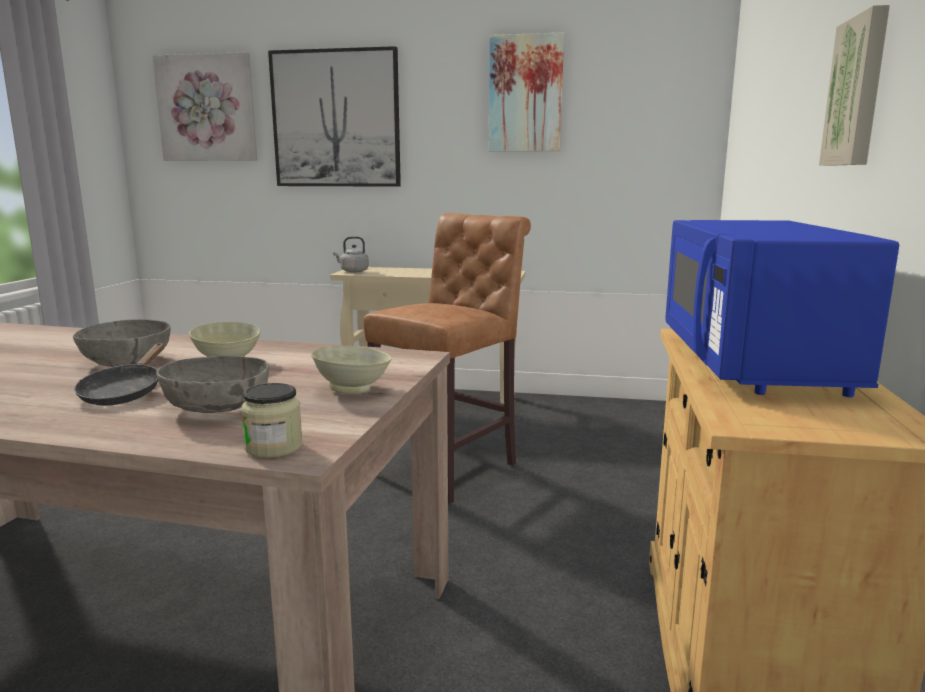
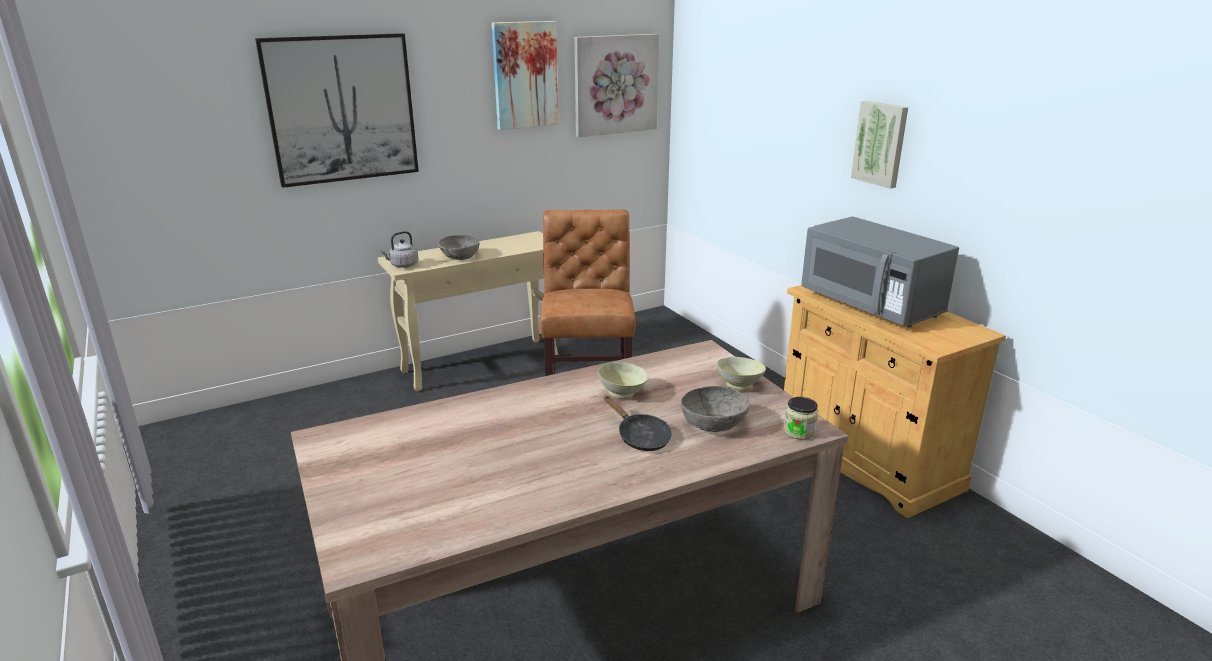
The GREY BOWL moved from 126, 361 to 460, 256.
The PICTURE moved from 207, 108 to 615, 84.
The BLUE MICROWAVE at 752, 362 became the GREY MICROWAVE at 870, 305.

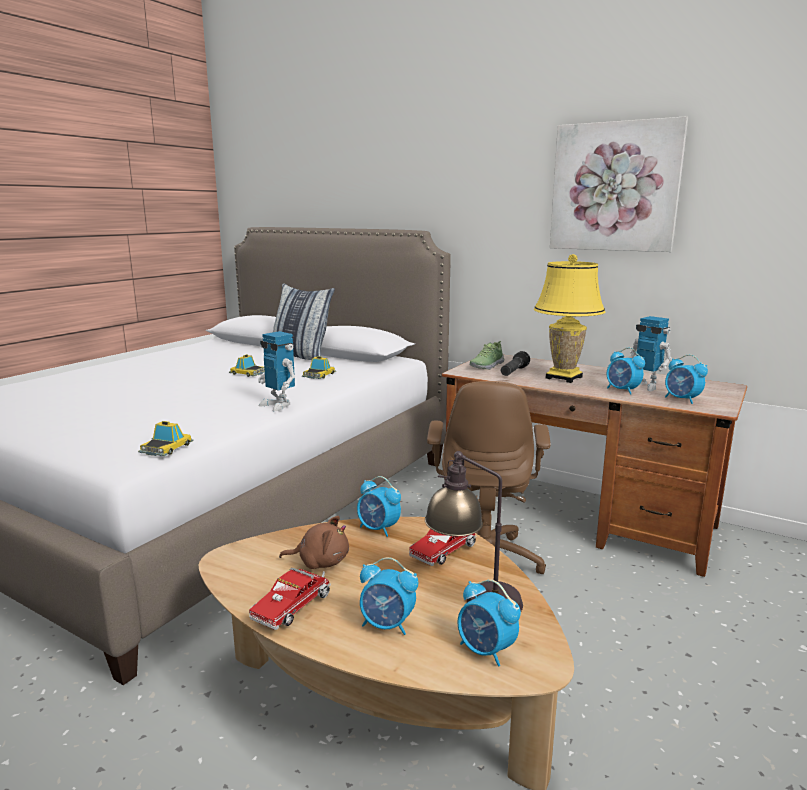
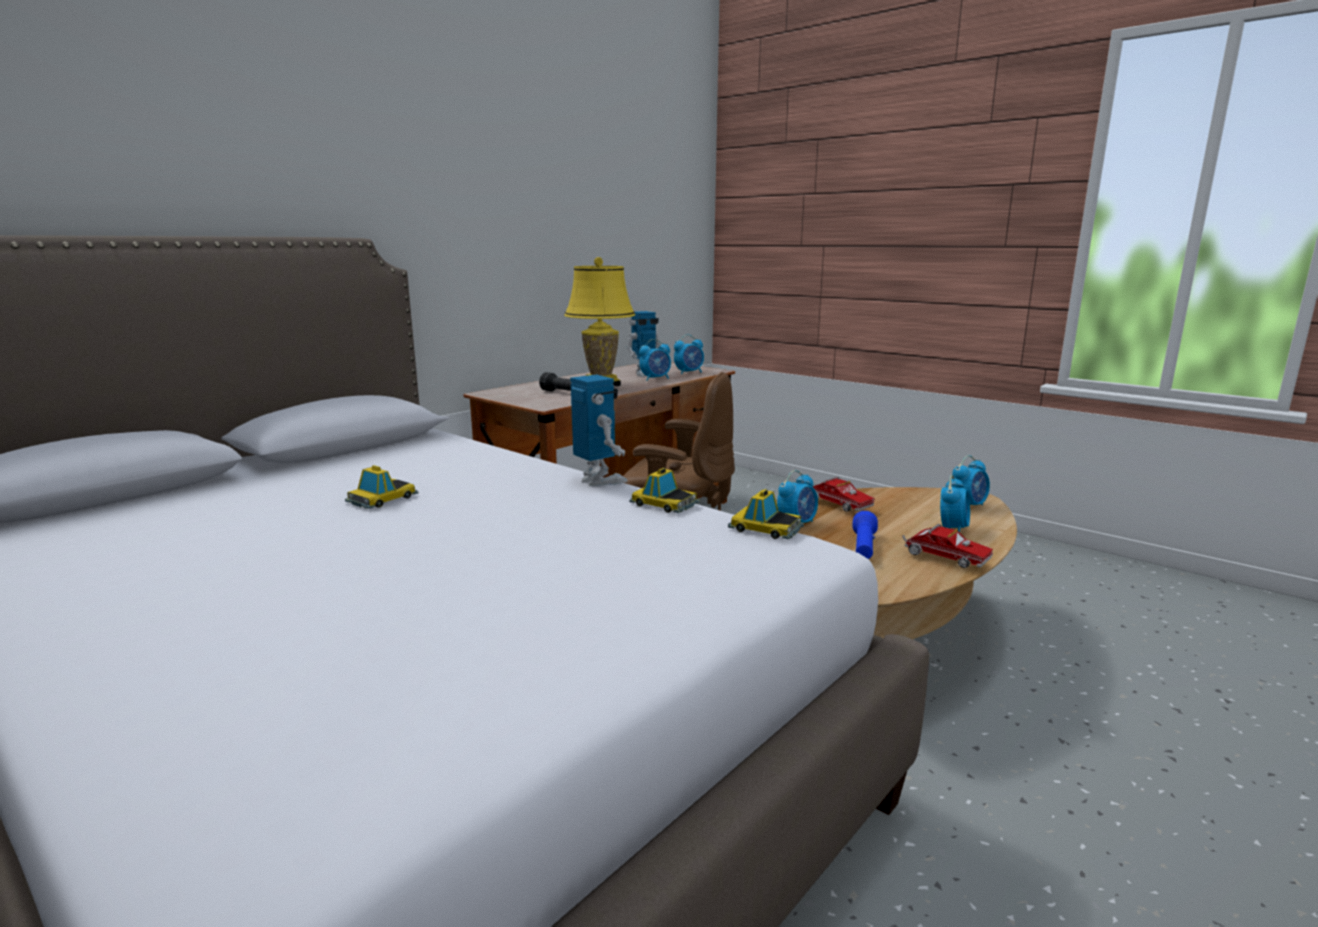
The TOY ROBOT at 278, 405 turned 90 degrees counterclockwise.
The PILLOW at 301, 356 disappeared.
The BROWN PLUSH TOY at 320, 562 was replaced by the BLUE FLASHLIGHT at 863, 548.
The TOY CAR moved from 319, 375 to 664, 503.
The TABLE LAMP at 472, 599 disappeared.
The SHOE at 486, 365 disappeared.
The PICTURE at 615, 187 disappeared.

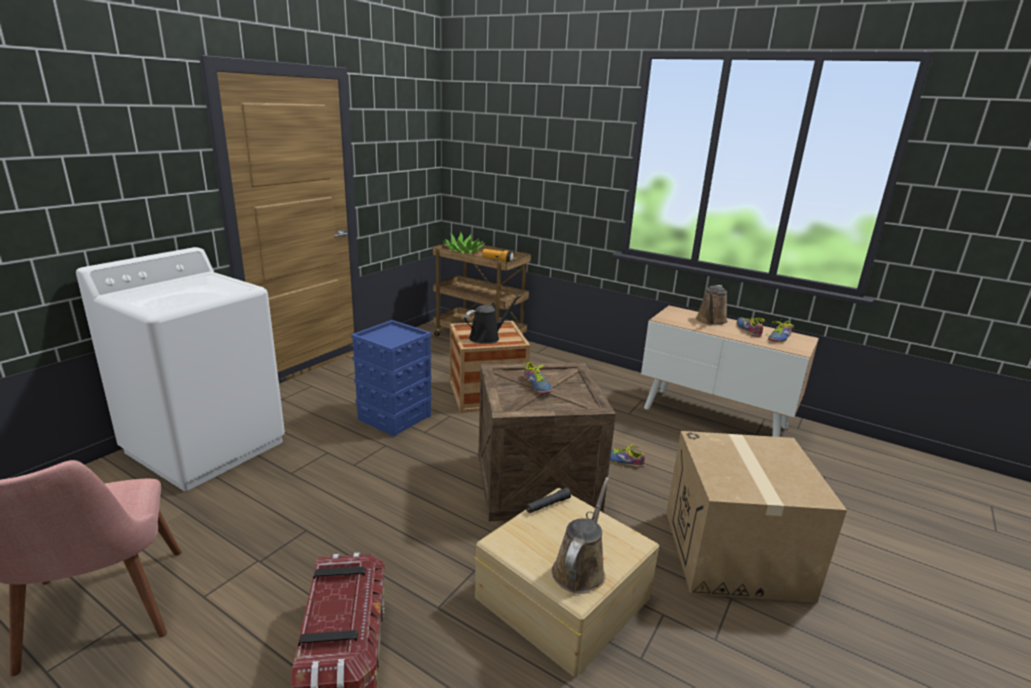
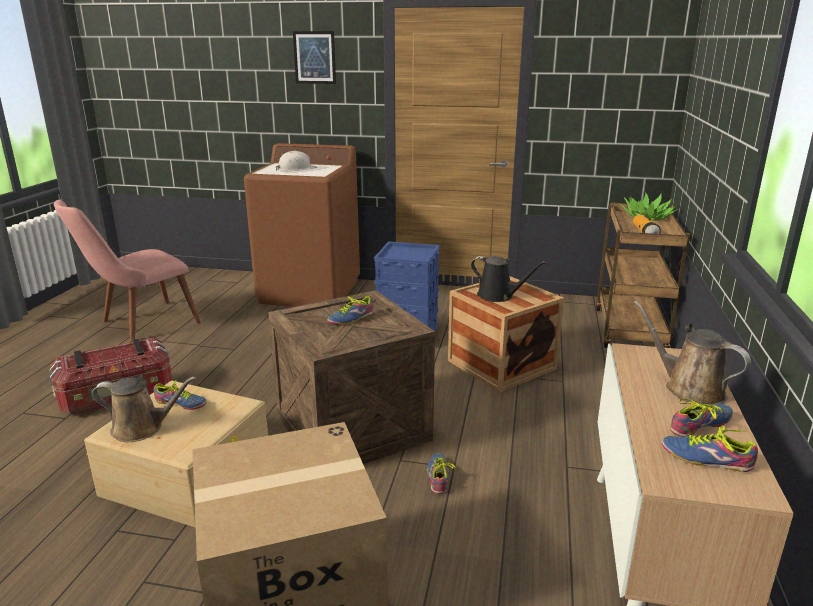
The WHITE WASHING MACHINE at 206, 446 became the BROWN WASHING MACHINE at 310, 291.
The BLACK FLASHLIGHT at 547, 505 disappeared.
The BROWN WATERING CAN at 711, 321 turned 45 degrees clockwise.
The SHOE at 180, 404 appeared.
The WHITE HARD HAT at 296, 169 appeared.
The PICTURE at 314, 57 appeared.

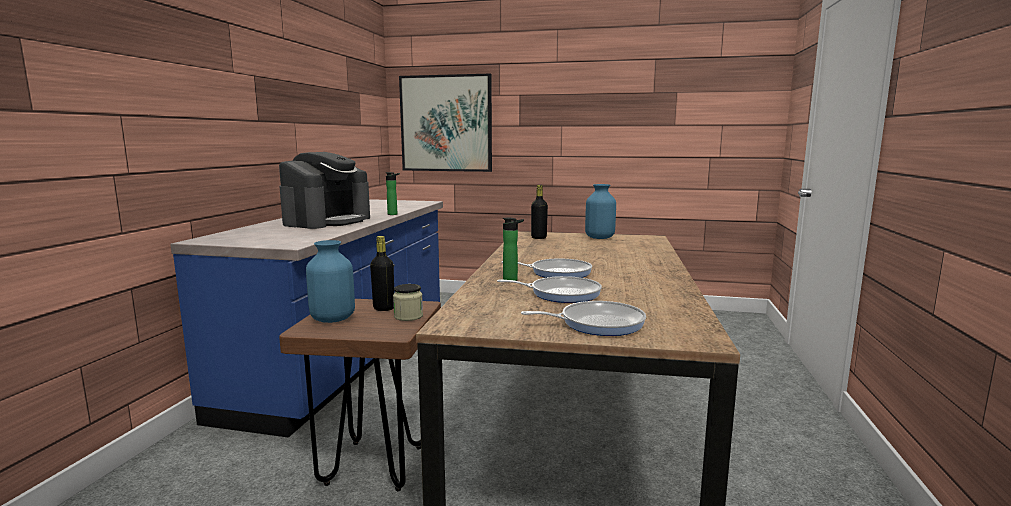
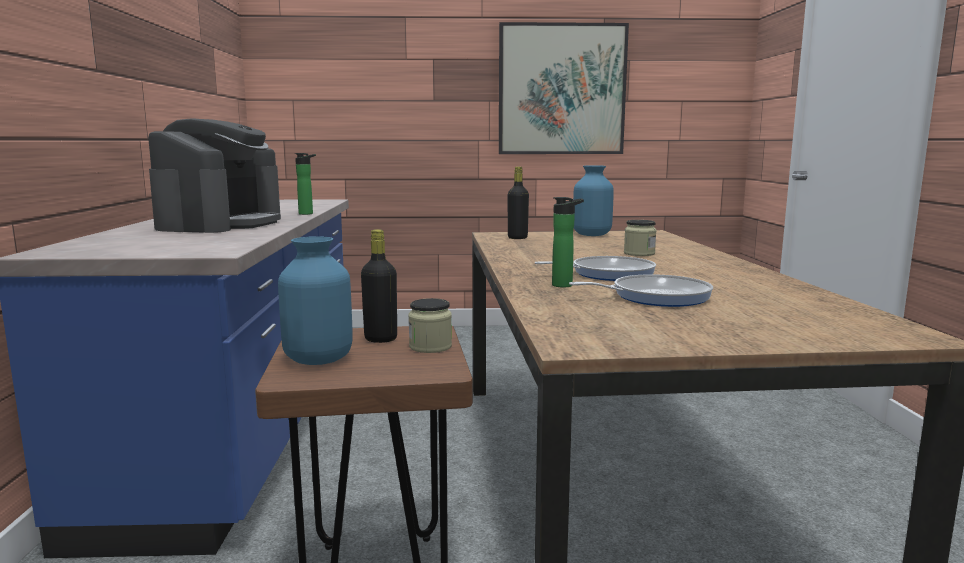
The PICTURE moved from 446, 123 to 561, 90.
The FRYING PAN at 597, 323 disappeared.
The JAR at 639, 253 appeared.

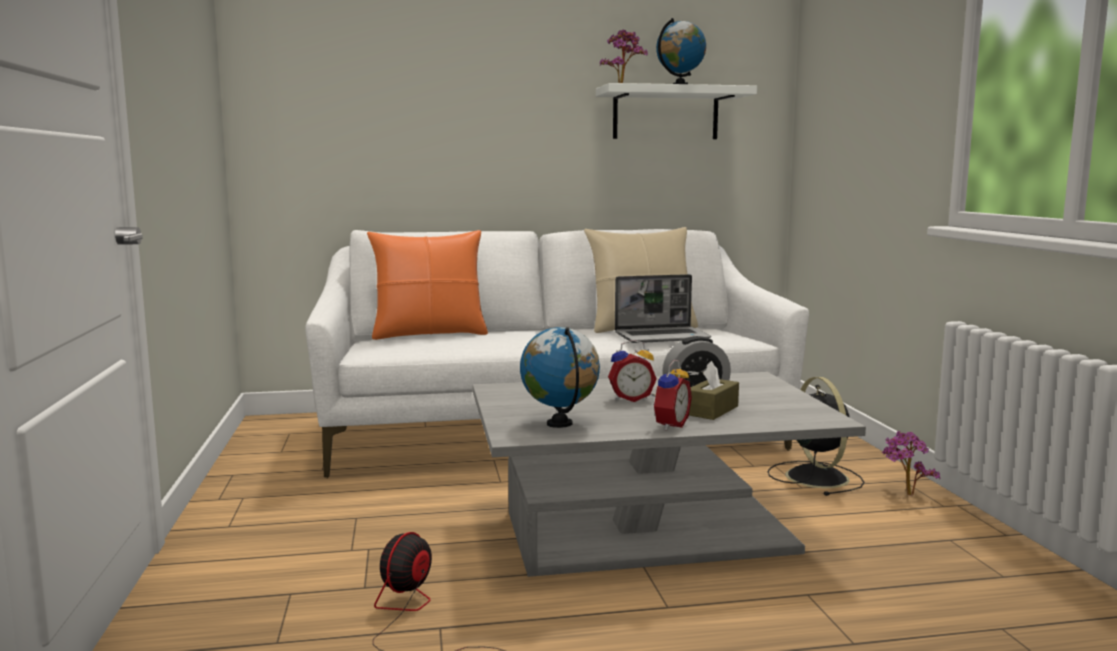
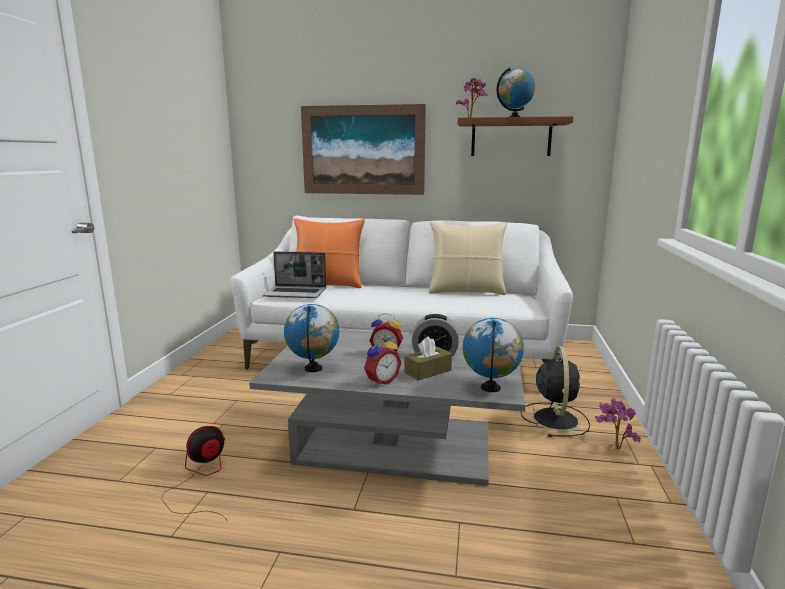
The WHITE SHELF at 665, 114 became the BROWN SHELF at 511, 138.
The LAPTOP moved from 662, 337 to 296, 293.
The PICTURE at 363, 150 appeared.
The GLOBE at 490, 388 appeared.

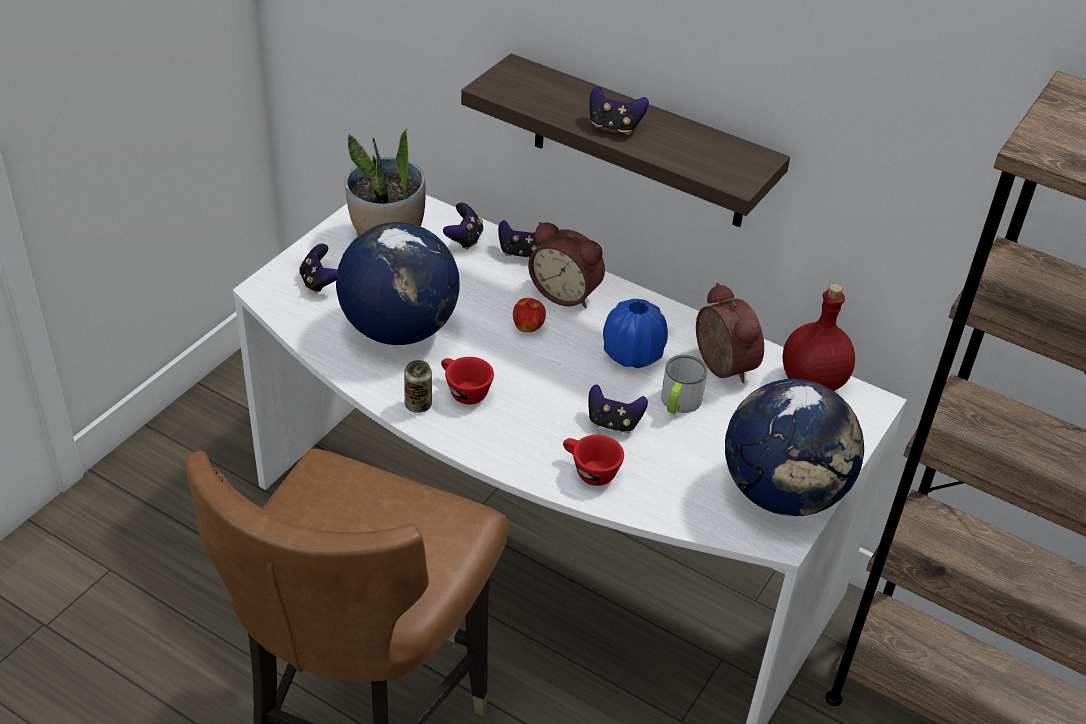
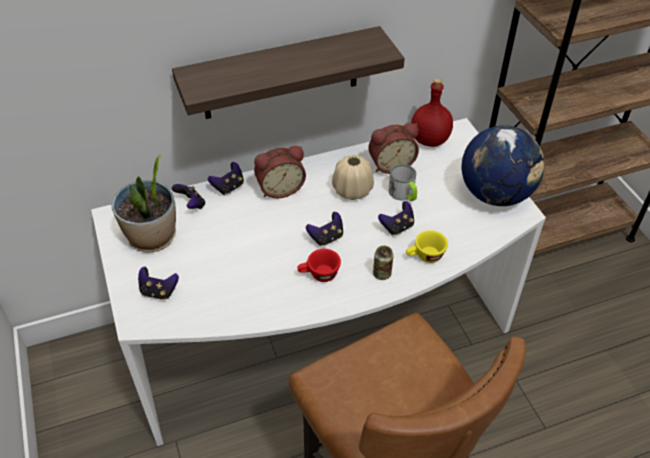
The GLOBE at 399, 329 disappeared.
The CAN moved from 418, 405 to 382, 274.
The APPLE at 528, 327 disappeared.
The RED CUP at 589, 471 became the YELLOW CUP at 425, 257.
The GAME CONTROLLER moved from 614, 127 to 326, 238.
The BLUE VASE at 632, 354 became the BEIGE VASE at 352, 190.
The ALARM CLOCK at 720, 366 turned 150 degrees clockwise.

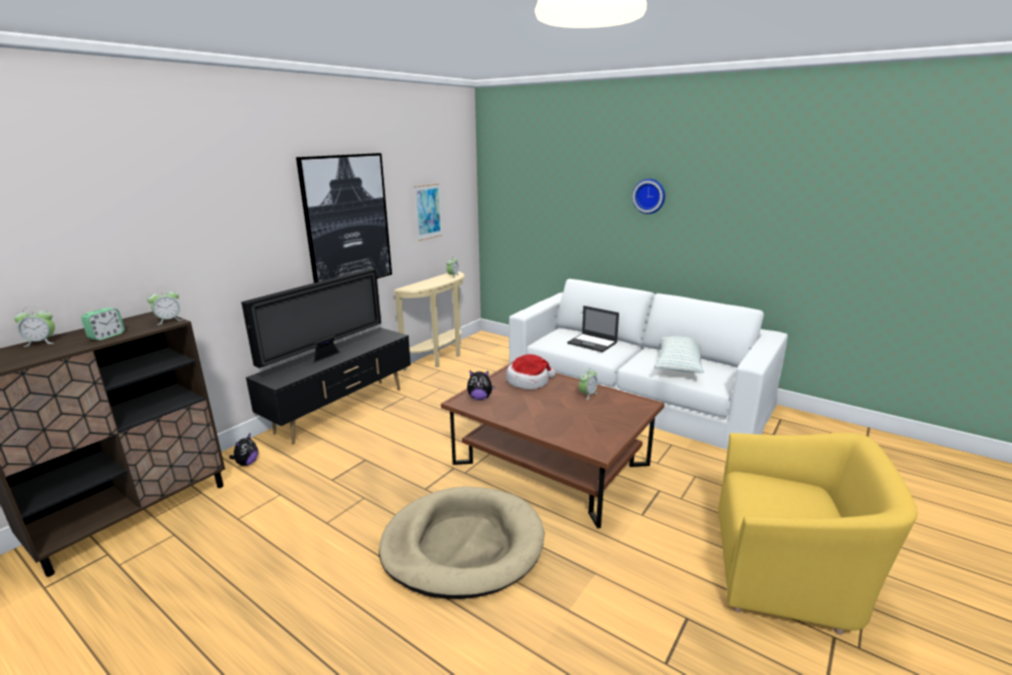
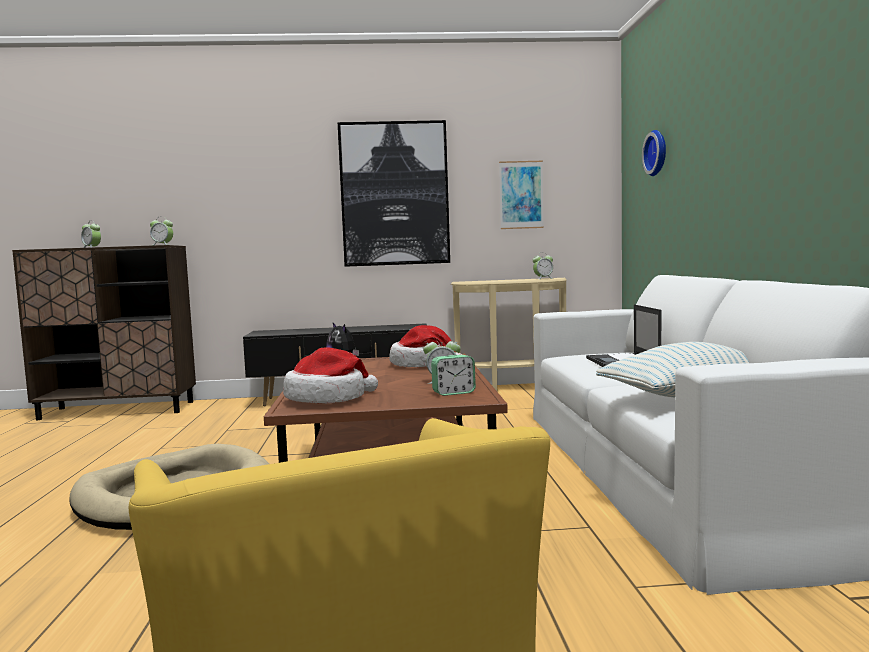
The ALARM CLOCK moved from 106, 336 to 453, 393.
The PLUSH TOY at 247, 463 disappeared.
The TELEVISION at 326, 355 disappeared.
The WALL CLOCK moved from 649, 196 to 657, 153.
The HAT at 328, 398 appeared.

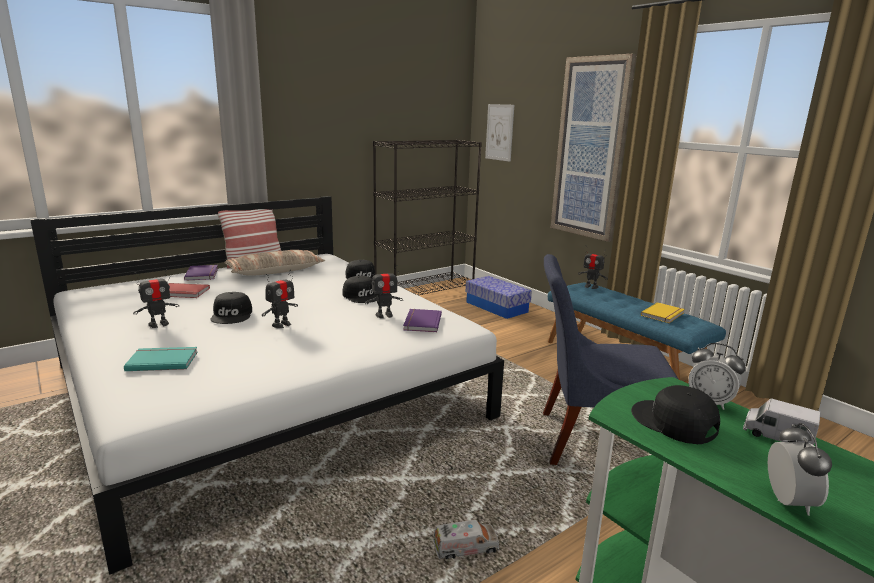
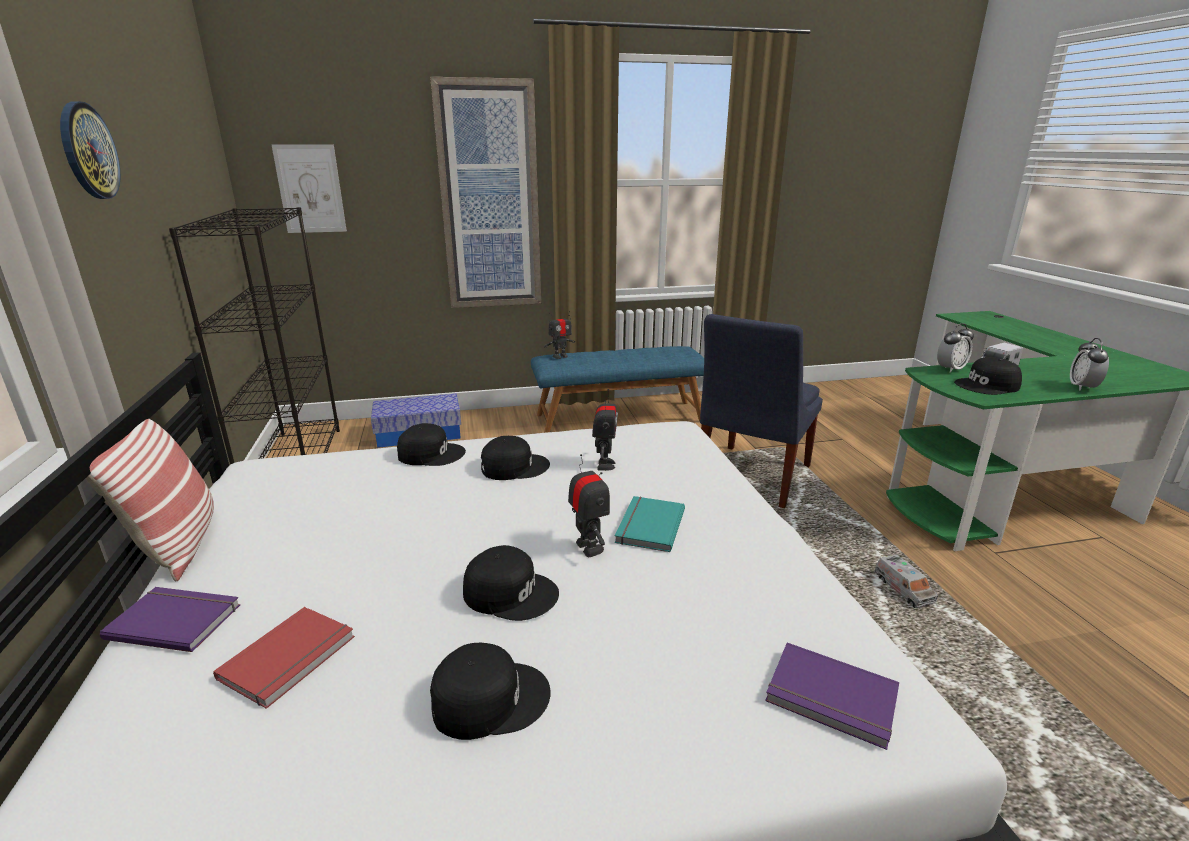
The TURQUOISE BOOK moved from 162, 360 to 648, 526.
The TOY ROBOT at 159, 324 was replaced by the BLACK CAP at 489, 698.
The PILLOW at 275, 271 disappeared.
The PURPLE BOOK moved from 421, 322 to 831, 699.
The TOY TRUCK at 465, 548 turned 150 degrees clockwise.
The YELLOW BOOK at 664, 314 disappeared.
The ALARM CLOCK at 788, 502 turned 105 degrees counterclockwise.
The WALL CLOCK at 88, 151 appeared.

